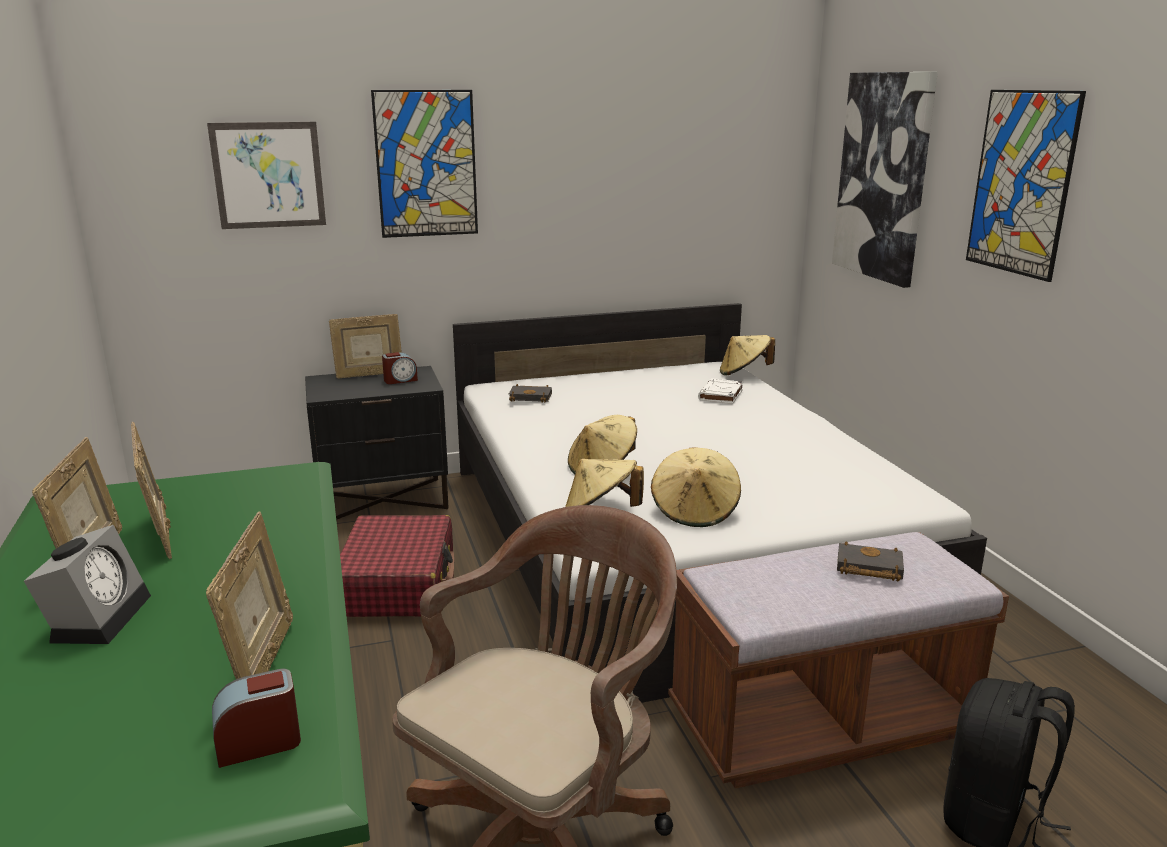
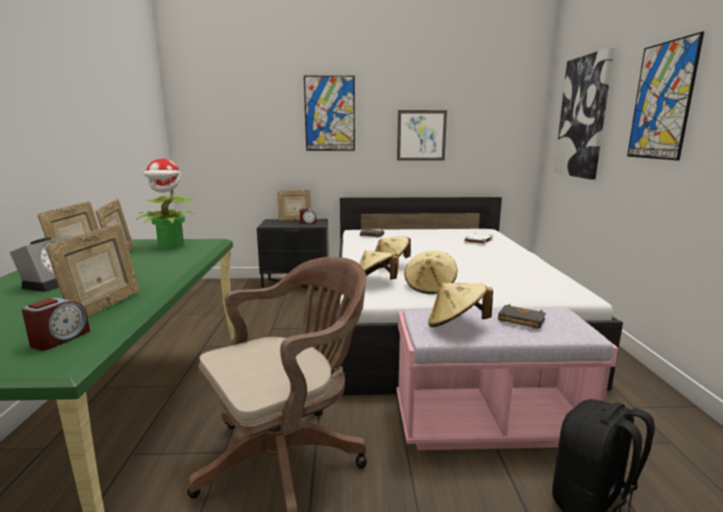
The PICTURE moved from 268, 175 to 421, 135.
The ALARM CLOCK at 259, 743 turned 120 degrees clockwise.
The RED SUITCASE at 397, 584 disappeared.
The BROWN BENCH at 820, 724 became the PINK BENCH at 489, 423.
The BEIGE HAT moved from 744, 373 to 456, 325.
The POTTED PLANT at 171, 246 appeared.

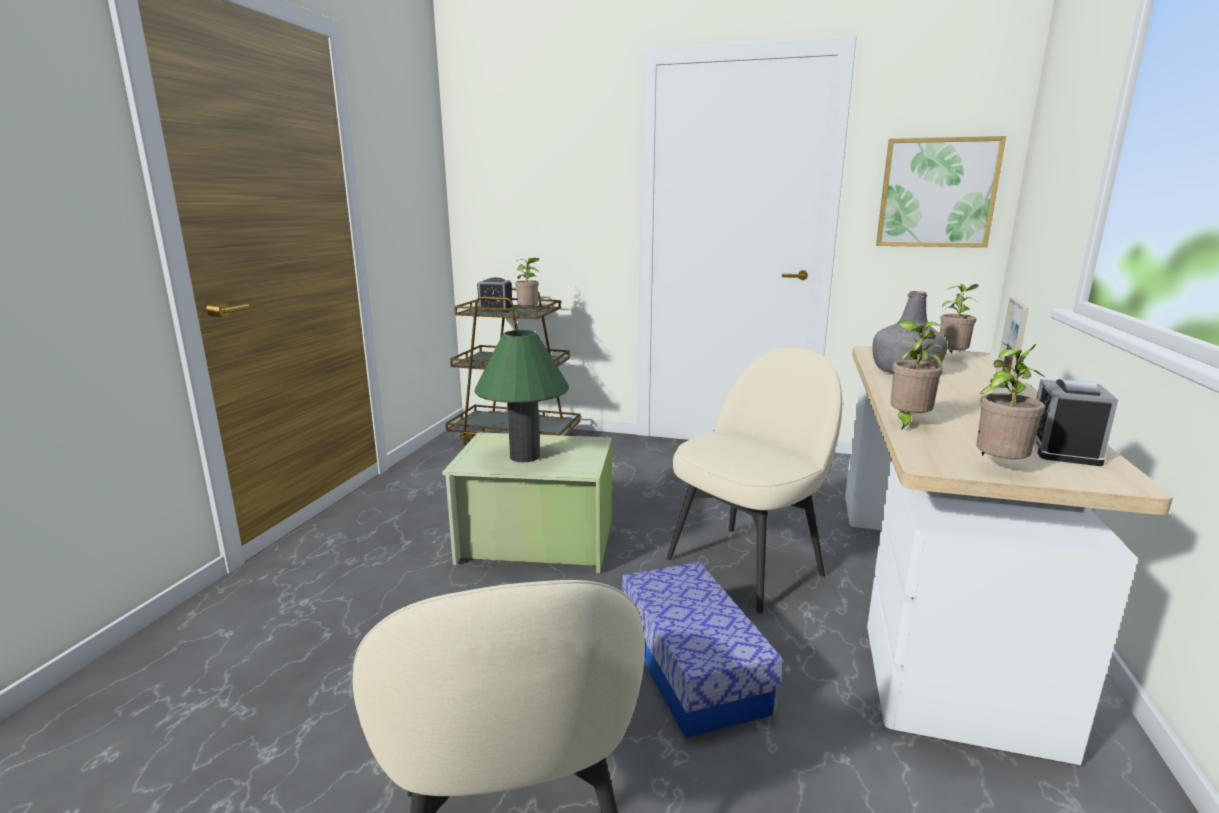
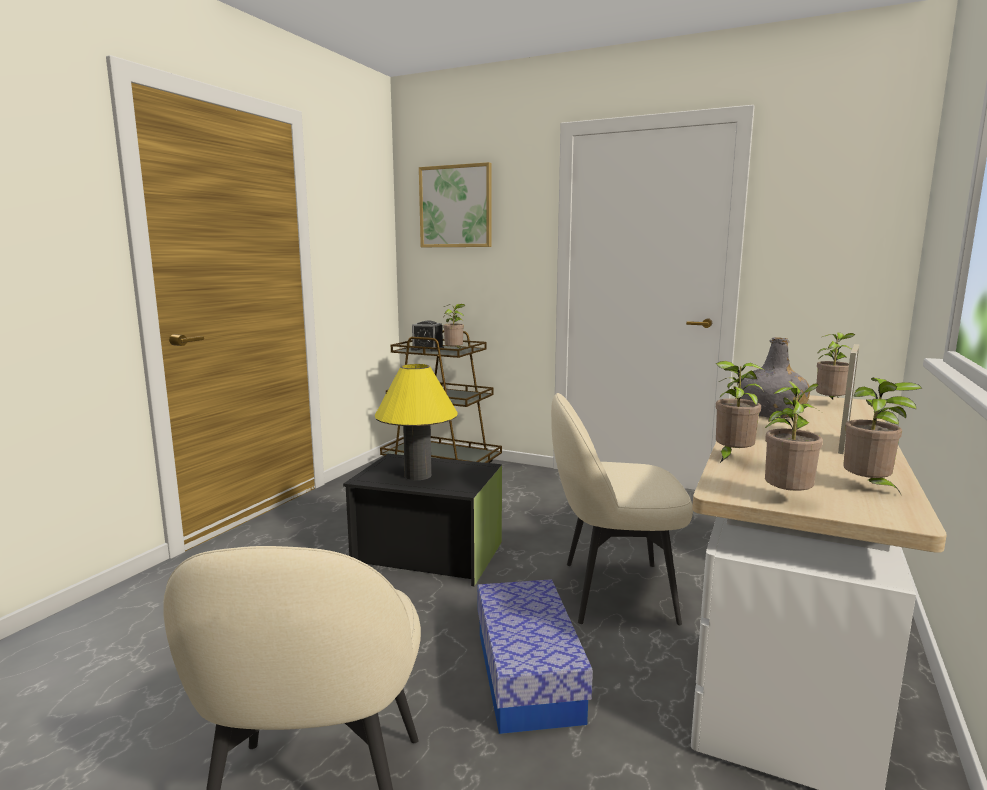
The GREEN STORAGE BOX at 536, 540 became the BLACK STORAGE BOX at 428, 553.
The GREEN TABLE LAMP at 525, 456 became the YELLOW TABLE LAMP at 418, 475.
The BEIGE CHAIR at 747, 565 turned 150 degrees counterclockwise.
The PICTURE moved from 937, 193 to 456, 206.
The ALARM CLOCK at 1063, 450 was replaced by the POTTED PLANT at 868, 488.

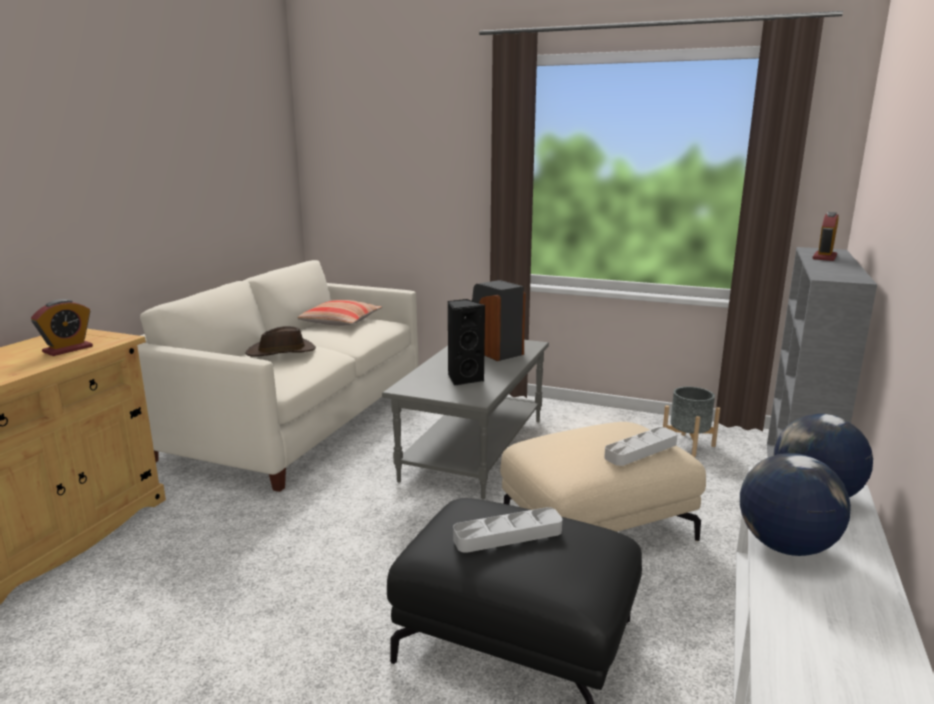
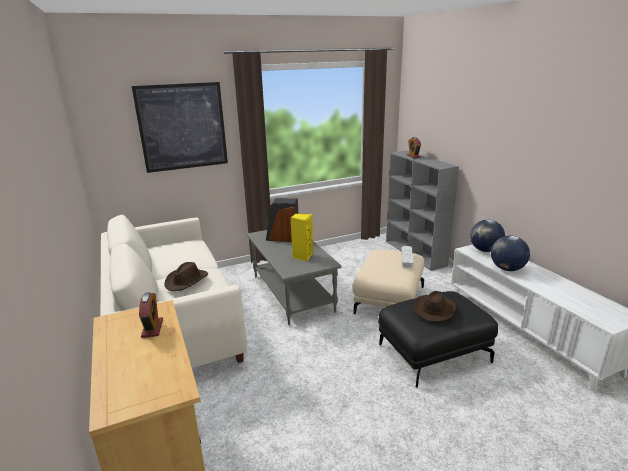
The PILLOW at 339, 322 disappeared.
The BLACK SPEAKER at 464, 379 became the YELLOW SPEAKER at 302, 256.
The GREY TRAY at 508, 535 was replaced by the BROWN HAT at 434, 309.
The GREY PLANTER at 688, 445 disappeared.
The PICTURE at 182, 127 appeared.

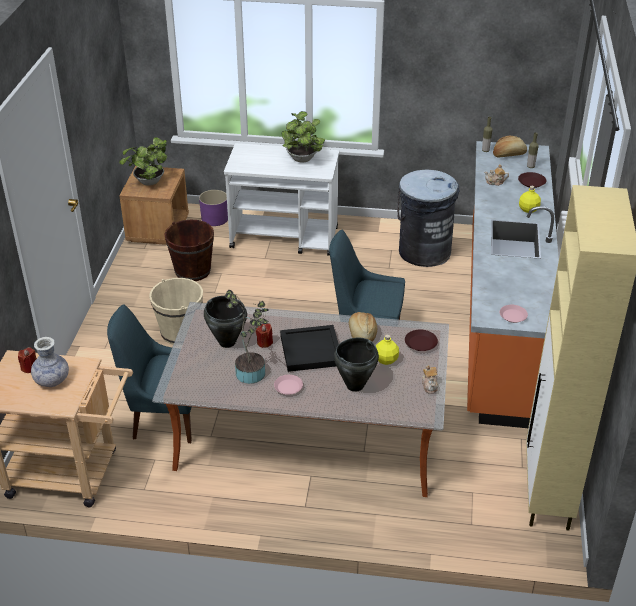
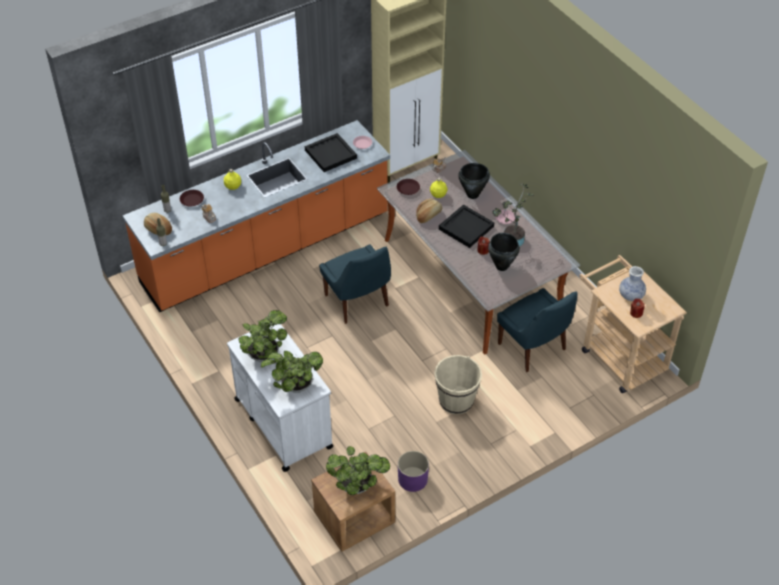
The BROWN BUCKET at 192, 271 disappeared.
The PURPLE PLANTER moved from 215, 218 to 412, 479.
The GREY TRASH CAN at 424, 251 disappeared.
The POTTED PLANT at 294, 386 appeared.
The BLACK TRAY at 330, 154 appeared.

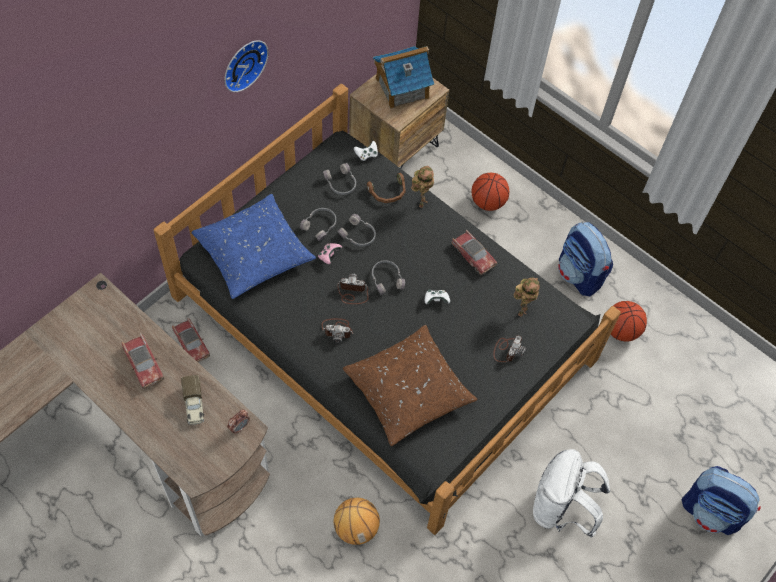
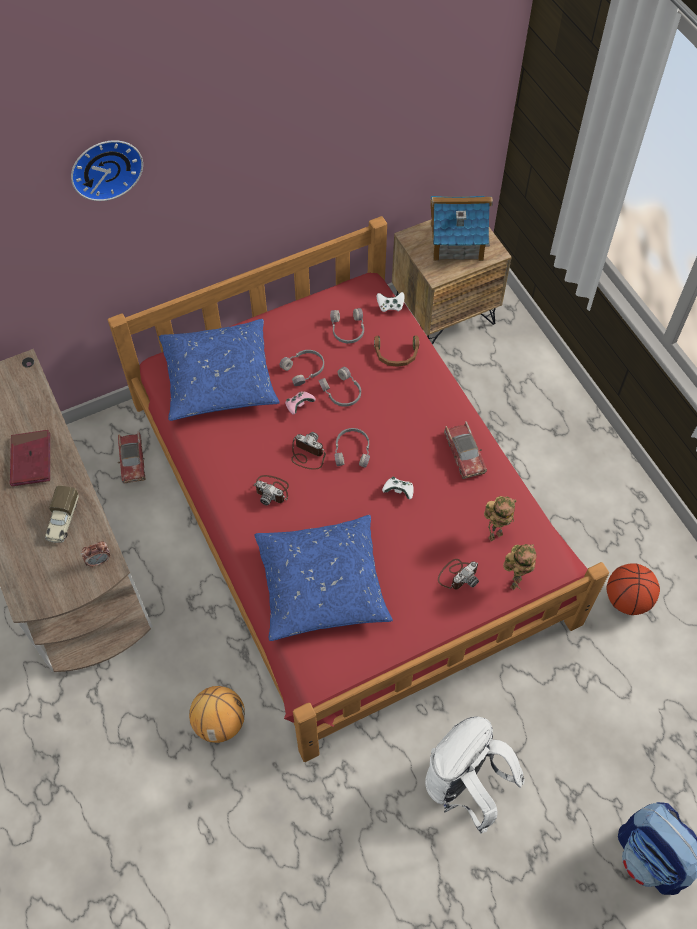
The TOY CAR at 143, 364 was replaced by the RED BOOK at 31, 460.
The BLACK BED at 385, 328 became the RED BED at 347, 508.
The WALL CLOCK moved from 243, 63 to 105, 167.
The BROWN PILLOW at 408, 390 became the BLUE PILLOW at 321, 584.
The TOY ROBOT moved from 421, 202 to 514, 581.
The BASKETBALL at 487, 202 disappeared.
The BACKPACK at 579, 275 disappeared.

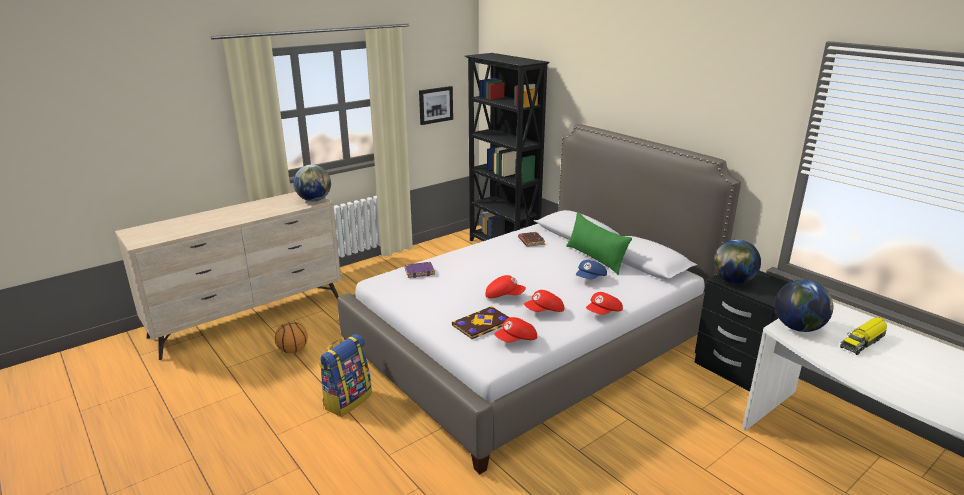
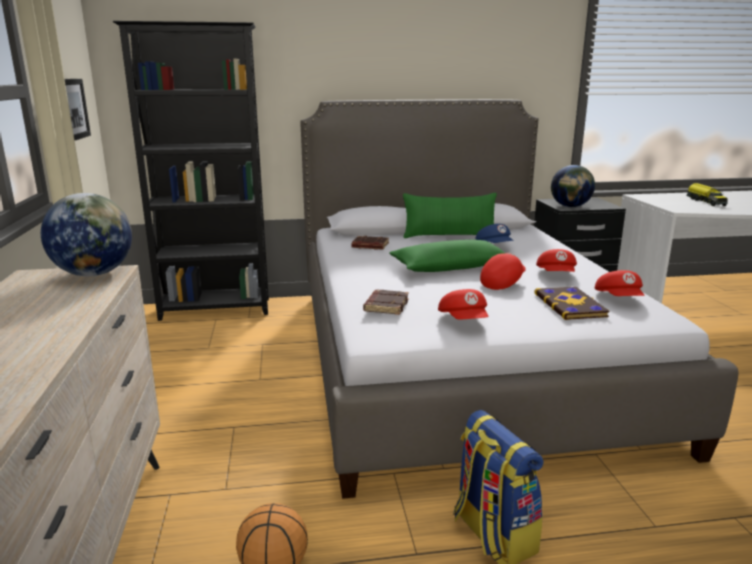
The PURPLE BOOK at 419, 272 became the BROWN BOOK at 385, 305.
The RED CAP moved from 604, 313 to 464, 321.
The GLOBE at 798, 327 disappeared.
The GREEN PILLOW at 450, 267 appeared.

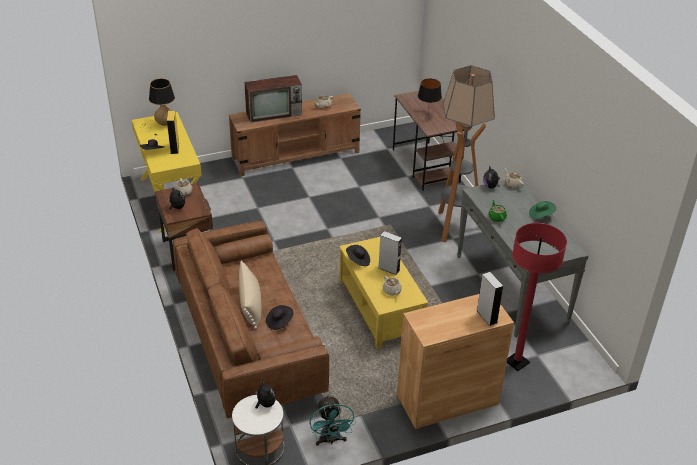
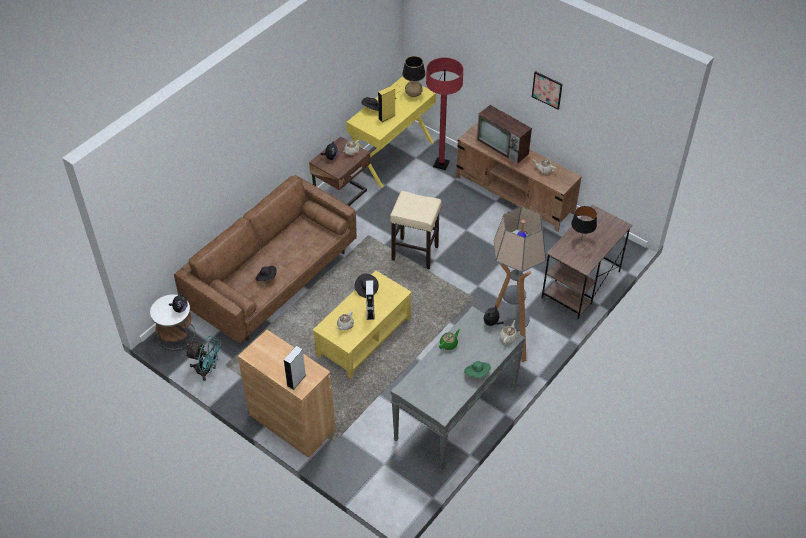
The BEIGE PILLOW at 250, 304 disappeared.
The TURQUOISE FAN at 330, 440 turned 120 degrees counterclockwise.
The RED FLOOR LAMP moved from 517, 362 to 441, 164.
The BEIGE STOOL at 415, 253 appeared.
The PICTURE at 547, 90 appeared.

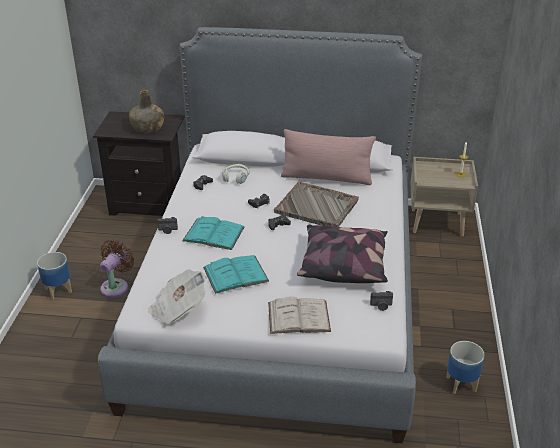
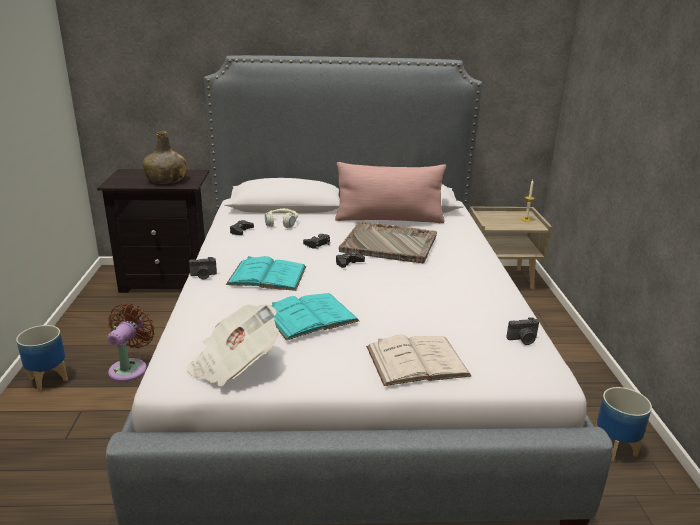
The PILLOW at 343, 265 disappeared.

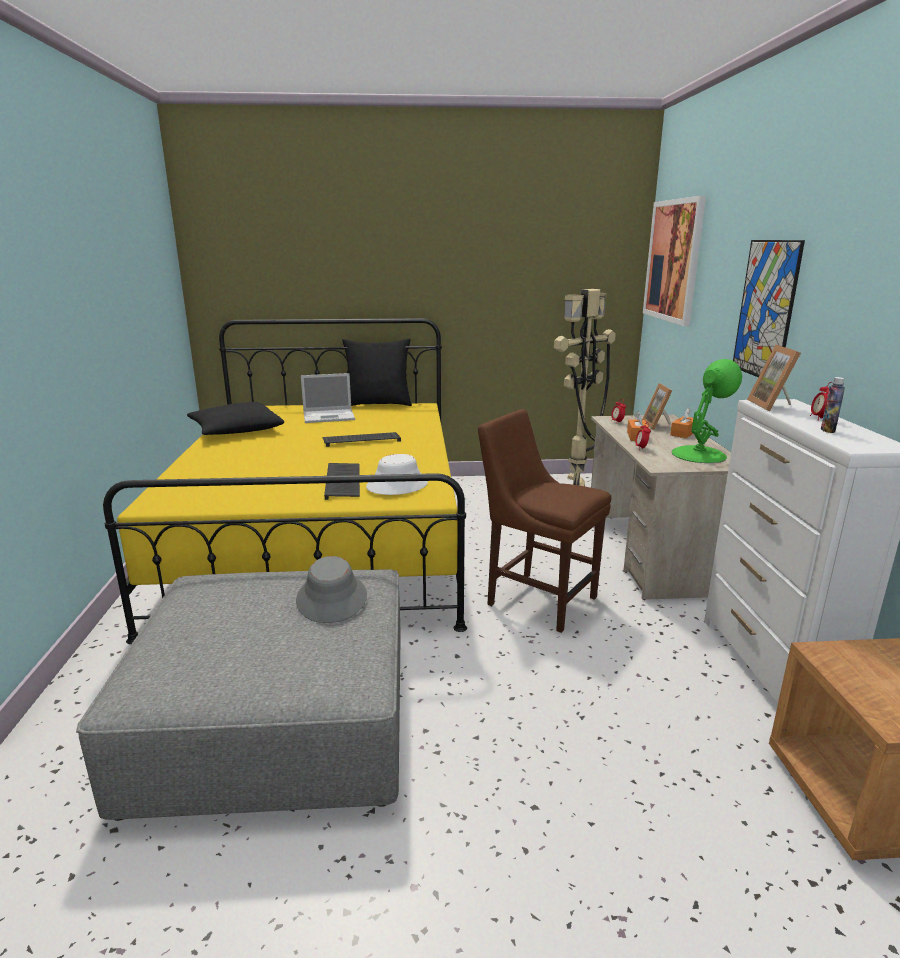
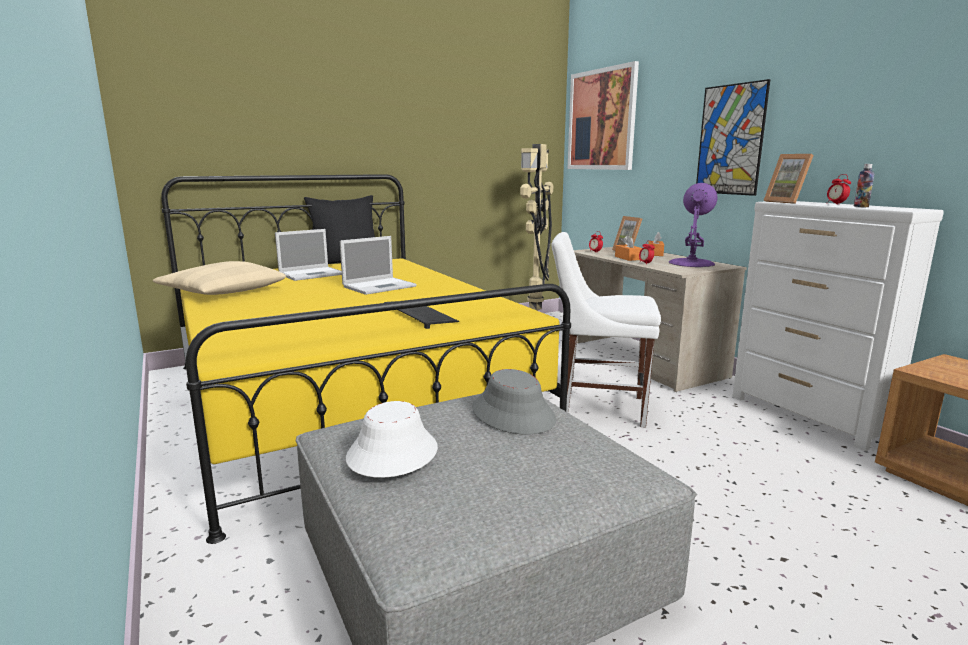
The BLACK PILLOW at 236, 430 became the BEIGE PILLOW at 222, 292.
The KEYBOARD at 362, 440 was replaced by the LAPTOP at 380, 286.
The WHITE HAT moved from 397, 485 to 392, 453.
The BROWN CHAIR at 537, 599 became the WHITE CHAIR at 598, 407.
The GREEN TABLE LAMP at 699, 454 became the PURPLE TABLE LAMP at 691, 263.

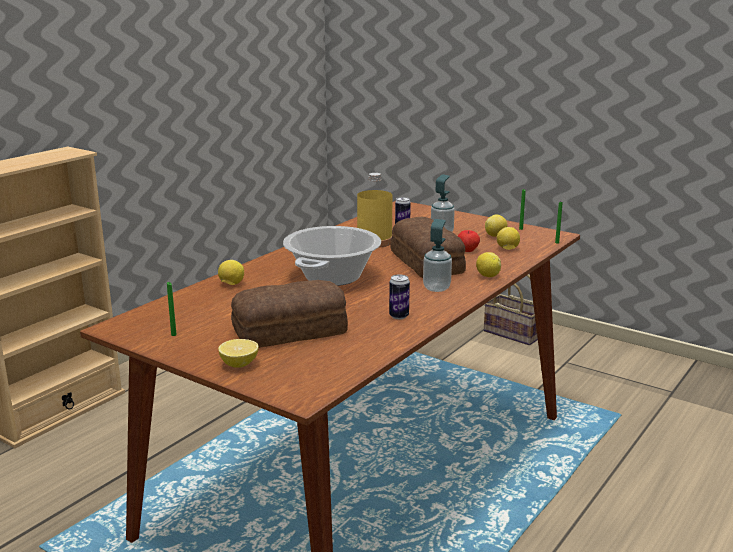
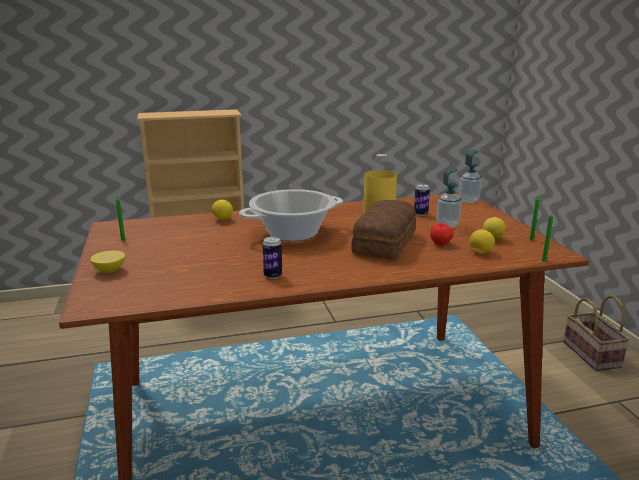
The BREAD at 292, 332 disappeared.
The SOAP DISPENSER moved from 436, 288 to 468, 200.
The LEMON at 487, 276 disappeared.

